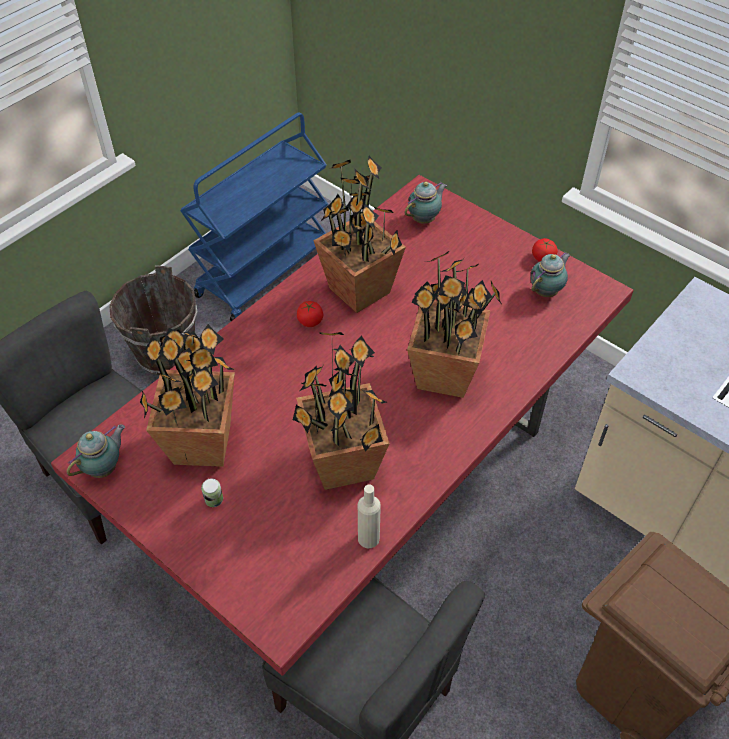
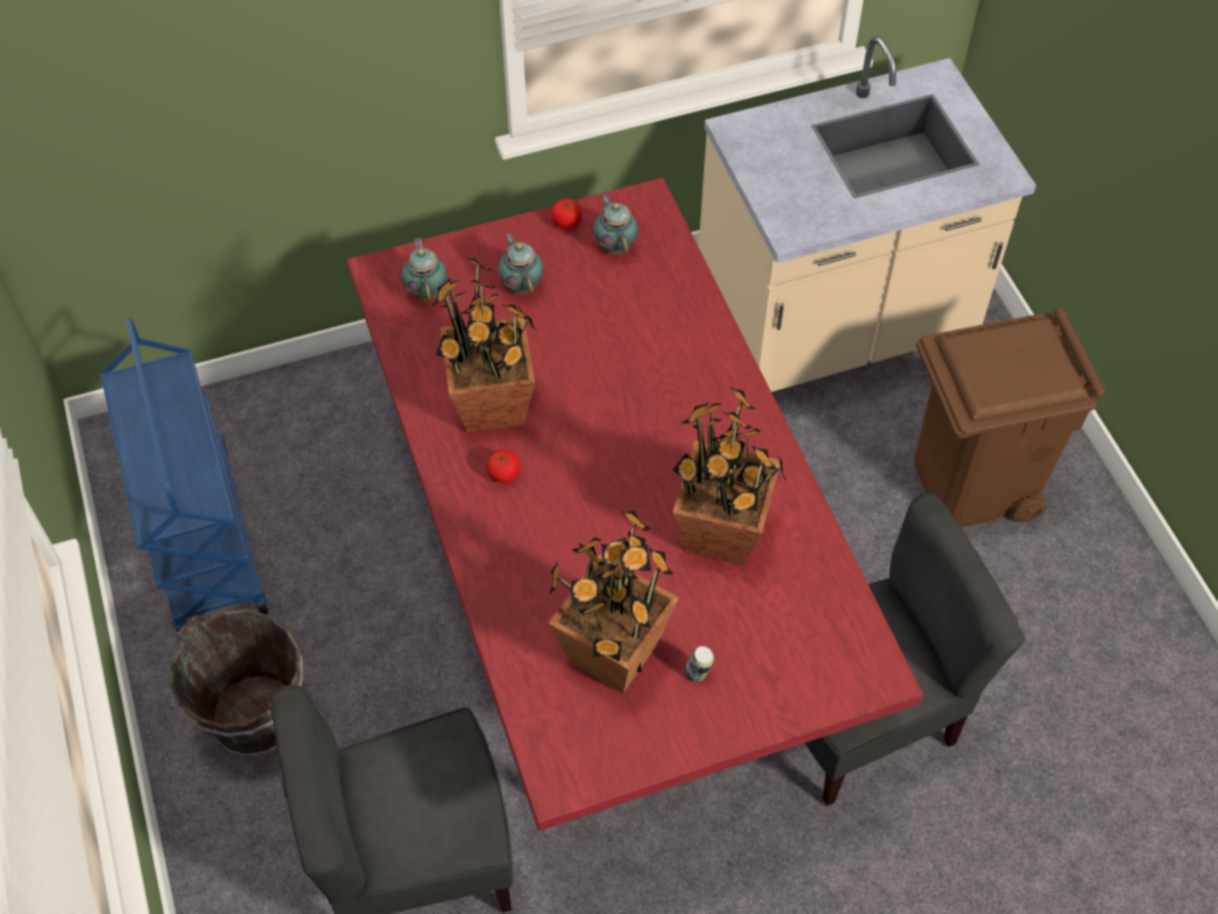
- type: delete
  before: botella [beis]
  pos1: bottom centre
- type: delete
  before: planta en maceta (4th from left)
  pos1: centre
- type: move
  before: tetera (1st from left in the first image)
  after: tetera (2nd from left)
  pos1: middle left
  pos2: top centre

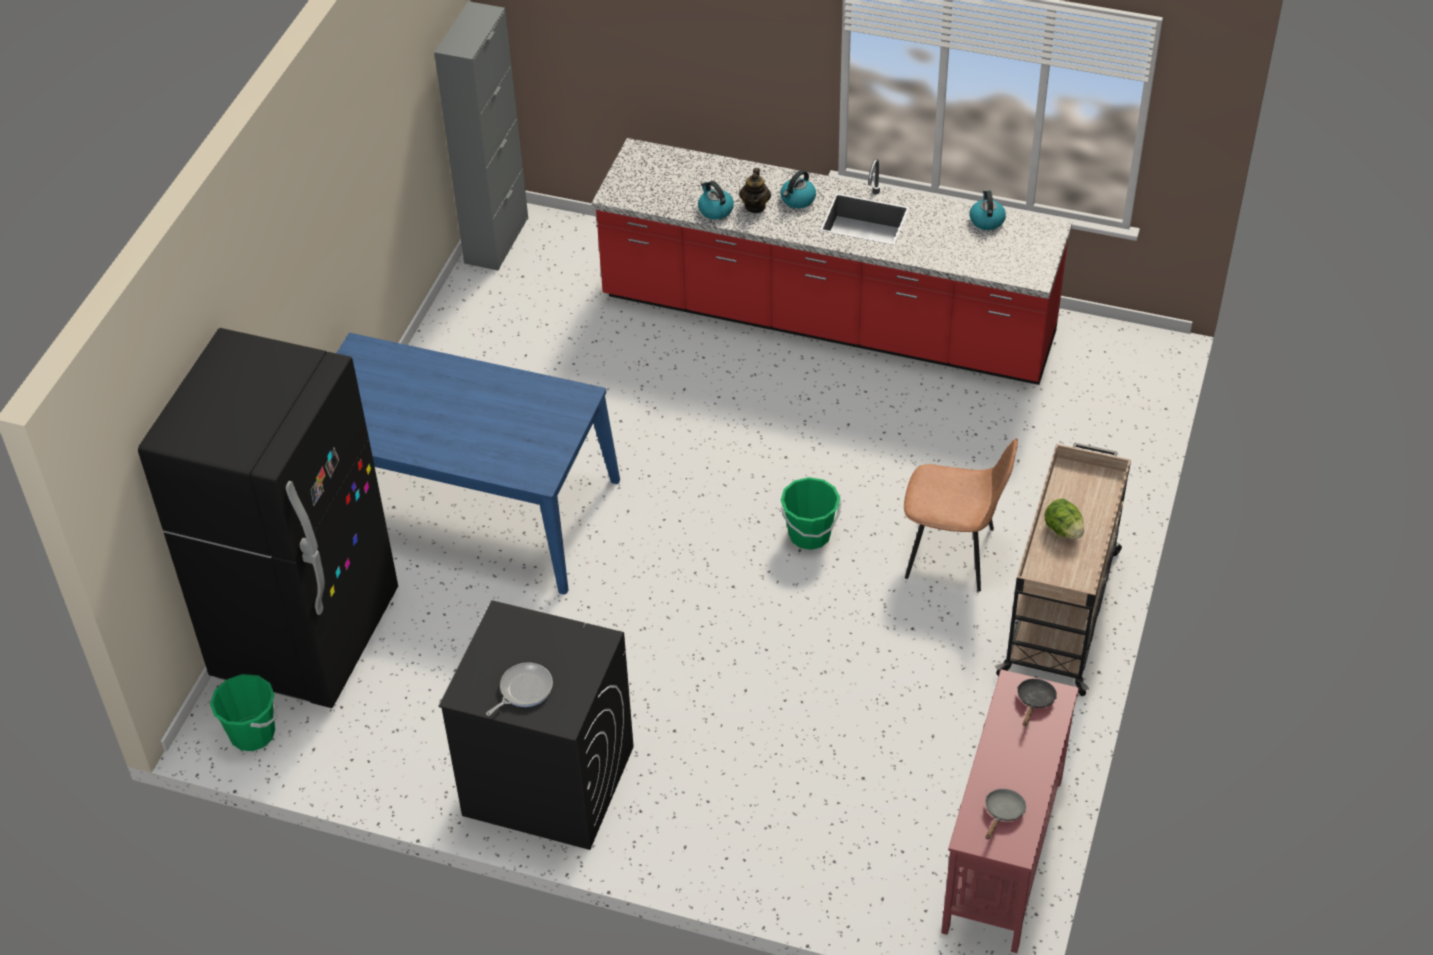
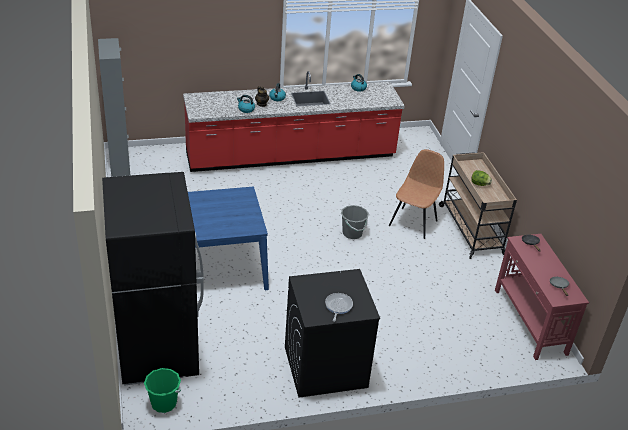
- type: recolor
  before: cubo [verde] (2nd from left)
  after: cubo [gris]
  pos1: centre
  pos2: centre
- type: rotate
  before: silla [marrón]
  pos1: middle right
  pos2: centre
  turn: -45

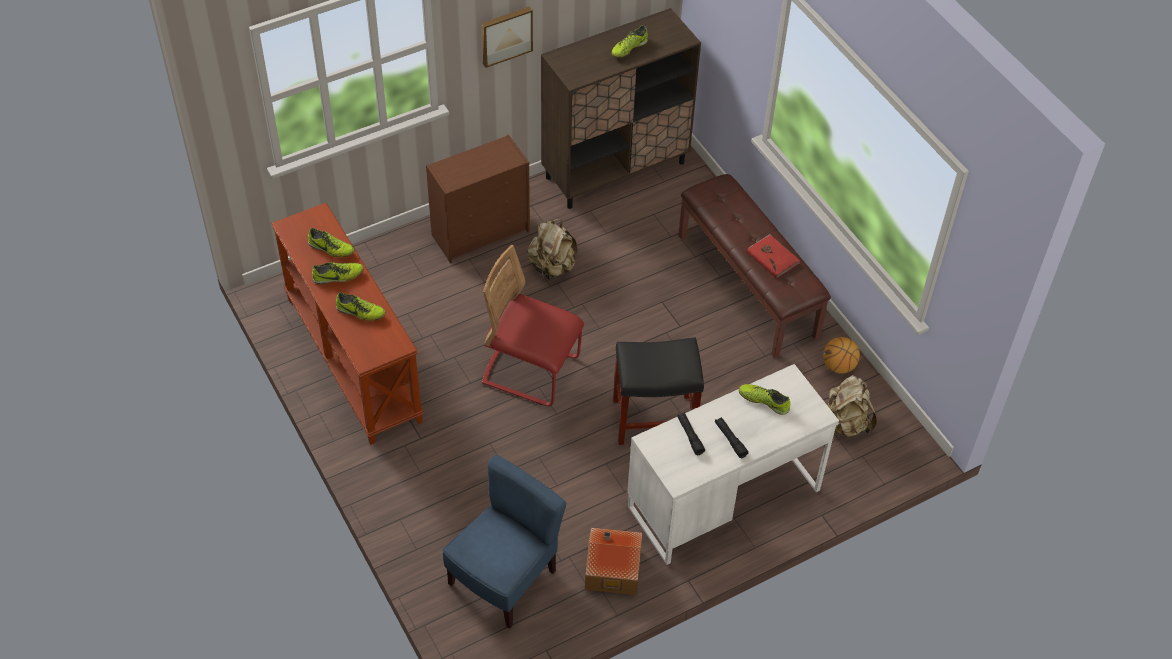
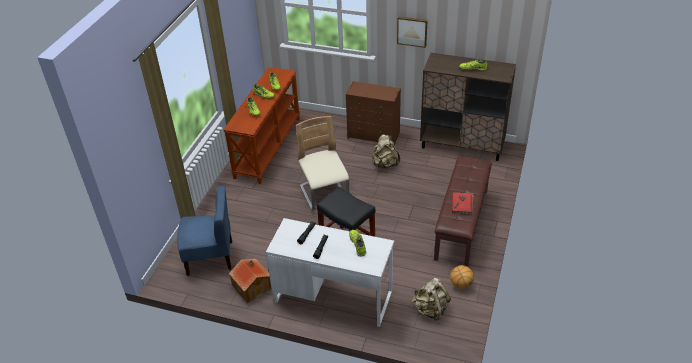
- type: recolor
  before: silla [rojo]
  after: silla [beis]
  pos1: centre
  pos2: centre

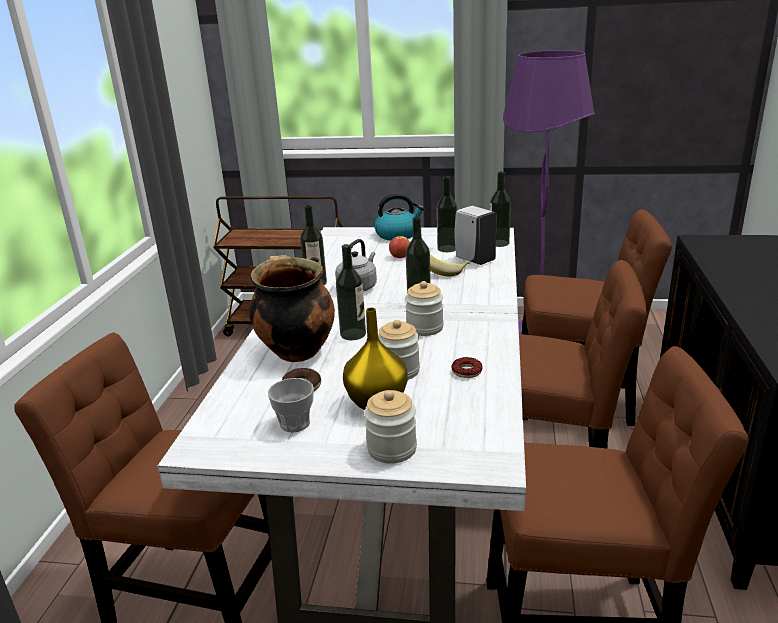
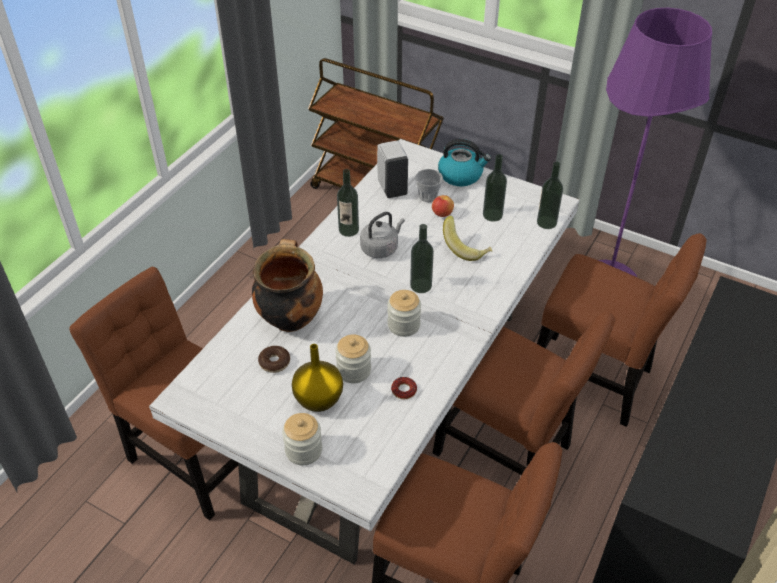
- type: delete
  before: botella (2nd from left)
  pos1: centre
- type: move
  before: taza
  pos1: centre
  pos2: top centre
- type: move
  before: dispensador de jabón [blanco]
  pos1: centre
  pos2: top centre

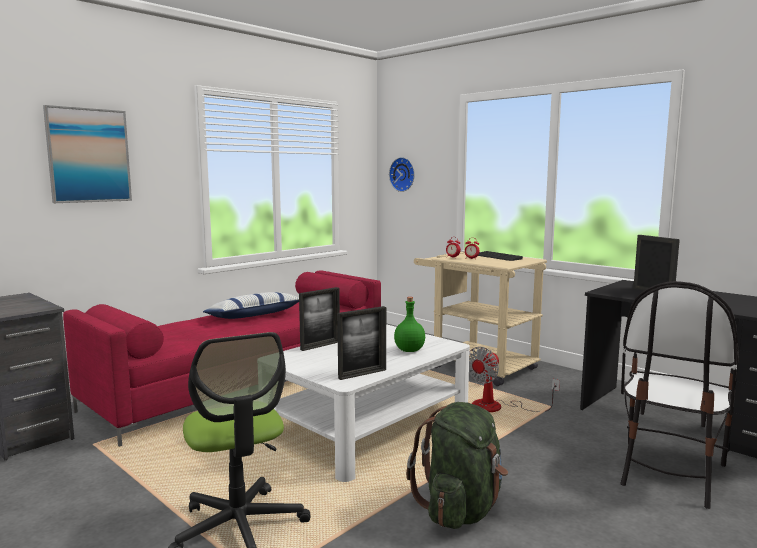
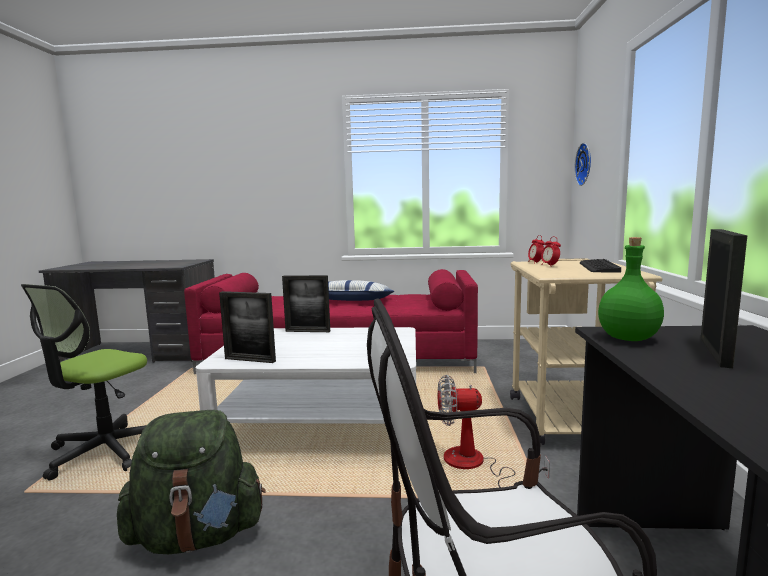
- type: delete
  before: cuadro
  pos1: top left
- type: move
  before: botella [verde]
  pos1: centre
  pos2: middle right

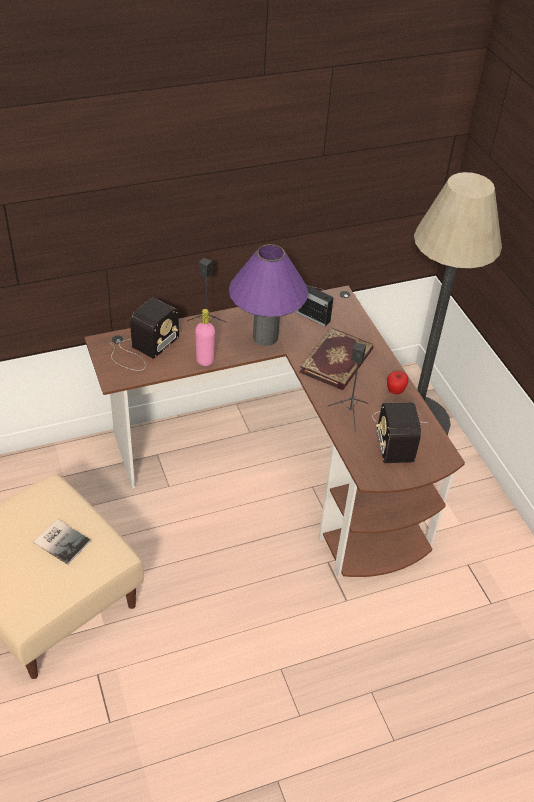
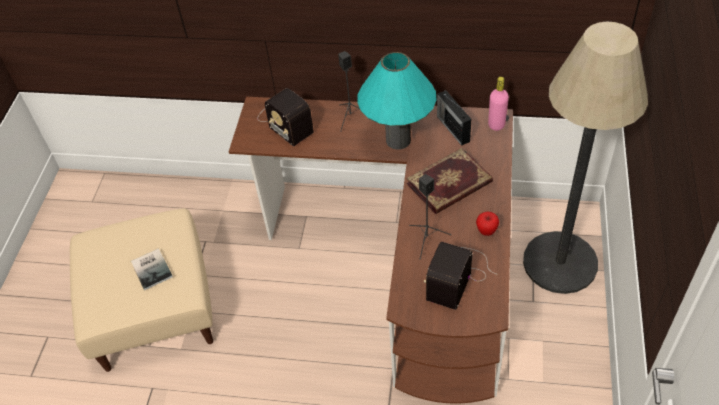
- type: move
  before: botella [rosa]
  pos1: centre
  pos2: top right
- type: recolor
  before: lámpara de mesa [morado]
  after: lámpara de mesa [turquesa]
  pos1: centre
  pos2: top centre
- type: rotate
  before: radio (1st from left)
  pos1: middle left
  pos2: top centre
  turn: 75

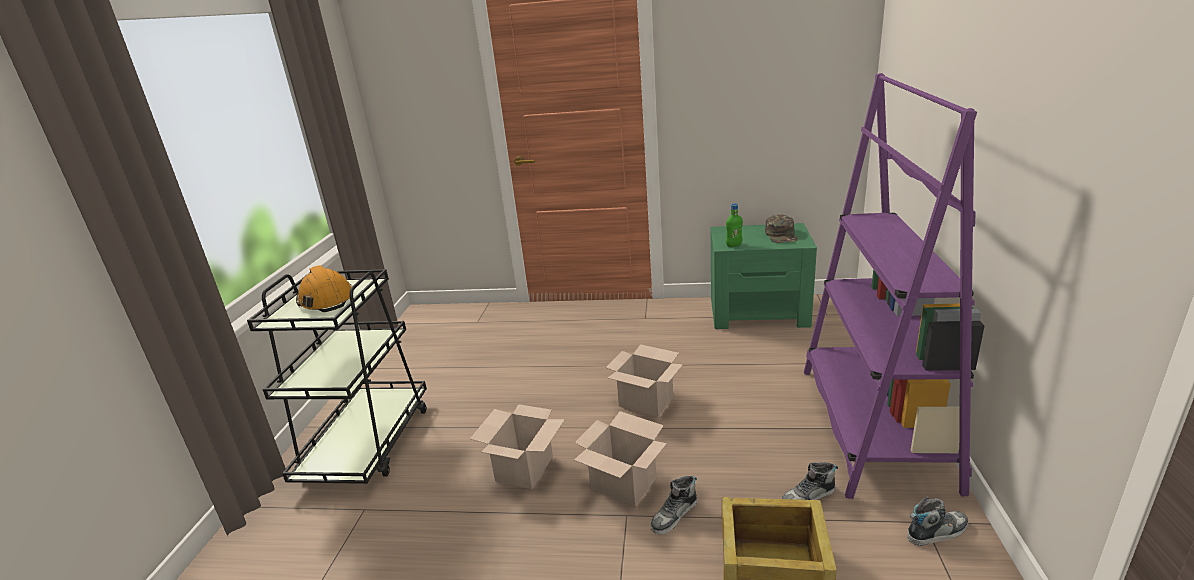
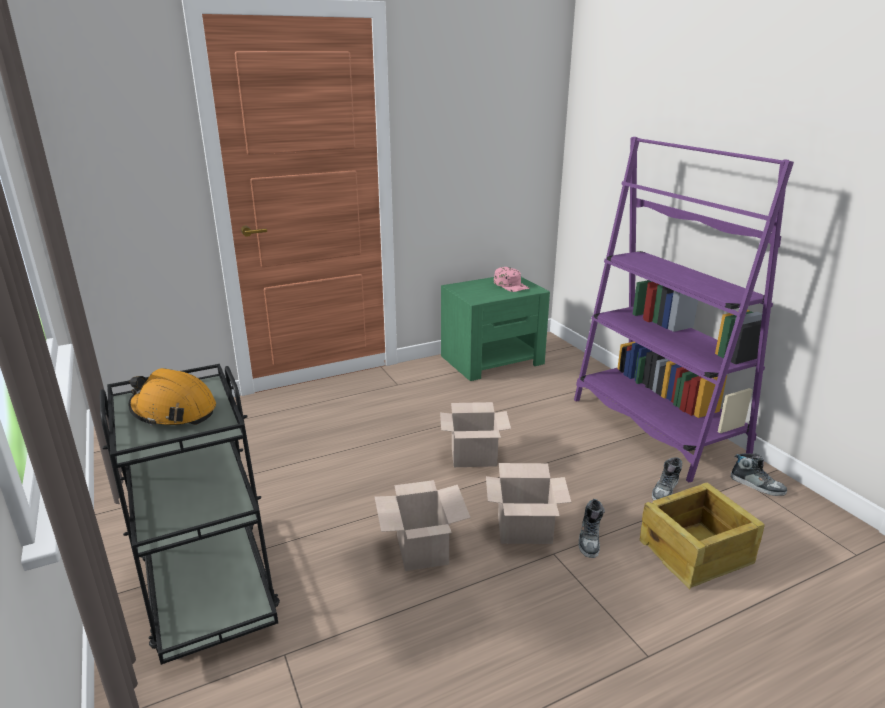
- type: delete
  before: botella [verde]
  pos1: centre
- type: recolor
  before: gorra [verde]
  after: gorra [rosa]
  pos1: centre
  pos2: centre
- type: rotate
  before: zapato (3rd from left)
  pos1: bottom right
  pos2: bottom right
  turn: 90

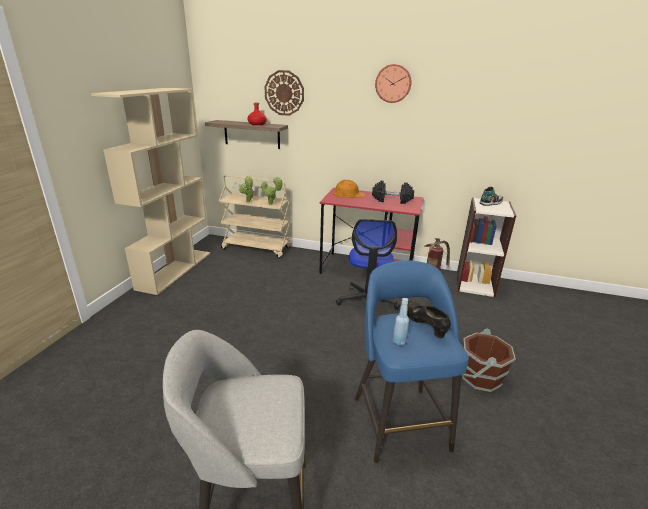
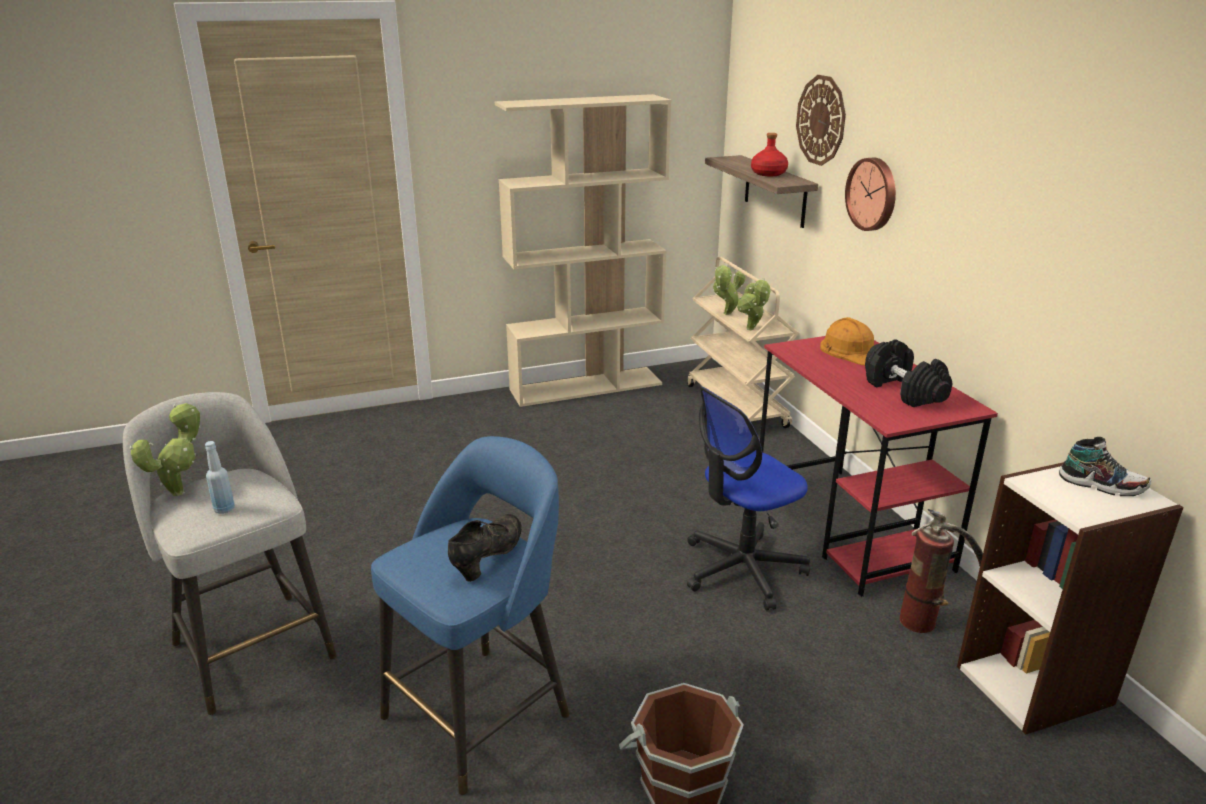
- type: insert
  after: planta en maceta (1st from left)
  pos2: middle left
- type: move
  before: reloj de pared (2nd from left)
  pos1: top centre
  pos2: top right
- type: move
  before: botella [azul]
  pos1: centre
  pos2: middle left

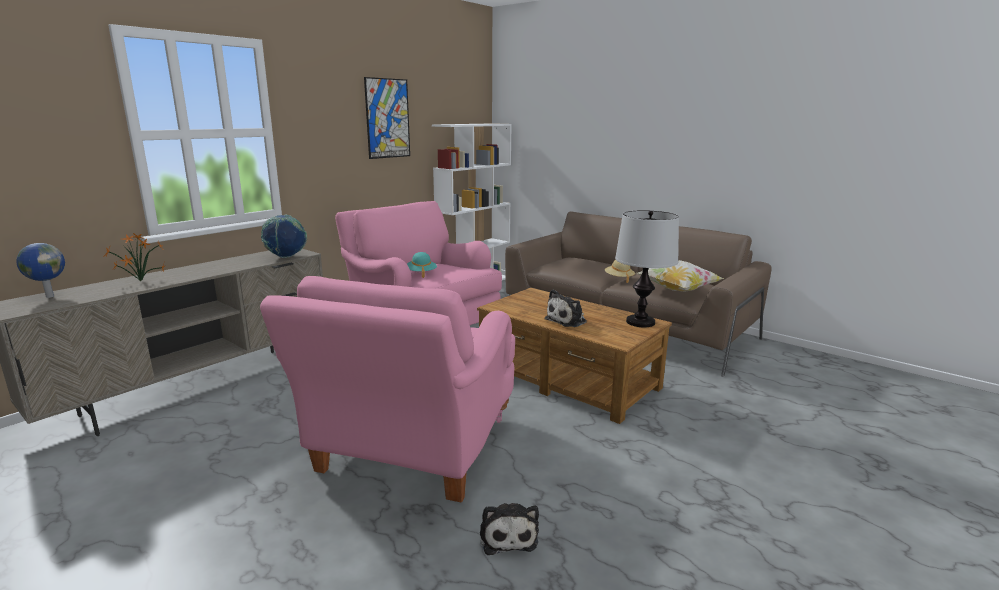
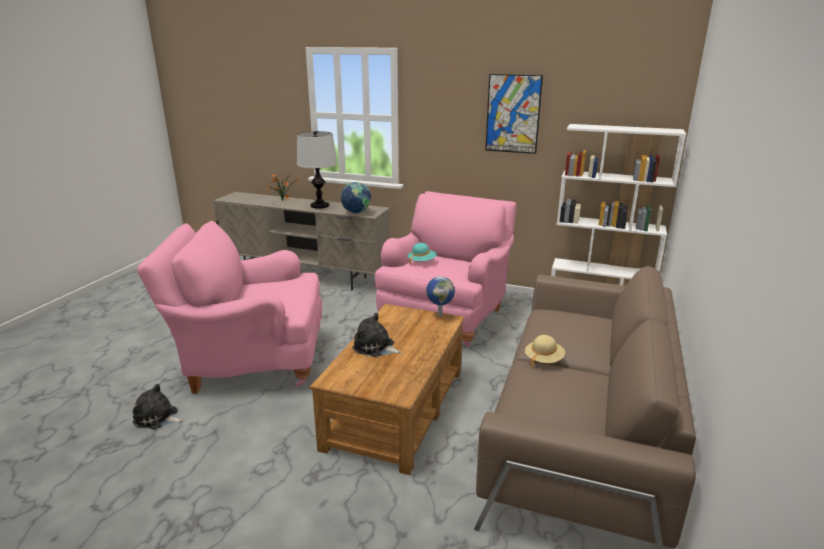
- type: delete
  before: cojín
  pos1: middle right
- type: move
  before: globo terráqueo (1st from left in the first image)
  after: globo terráqueo (2nd from left)
  pos1: middle left
  pos2: centre
- type: move
  before: lámpara de mesa
  pos1: centre
  pos2: top centre
- type: rotate
  before: peluche (1st from left)
  pos1: bottom centre
  pos2: bottom left
  turn: 45

